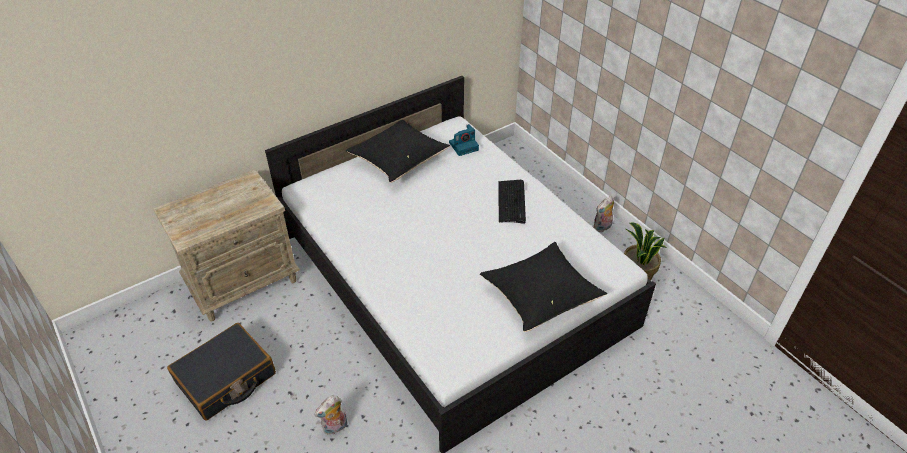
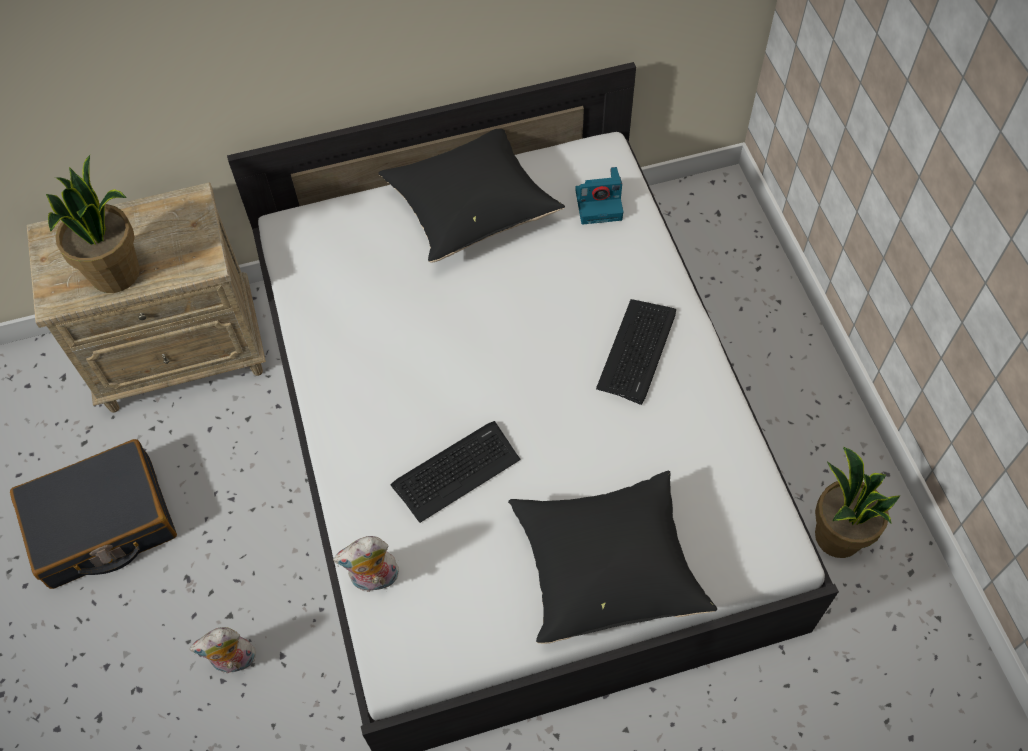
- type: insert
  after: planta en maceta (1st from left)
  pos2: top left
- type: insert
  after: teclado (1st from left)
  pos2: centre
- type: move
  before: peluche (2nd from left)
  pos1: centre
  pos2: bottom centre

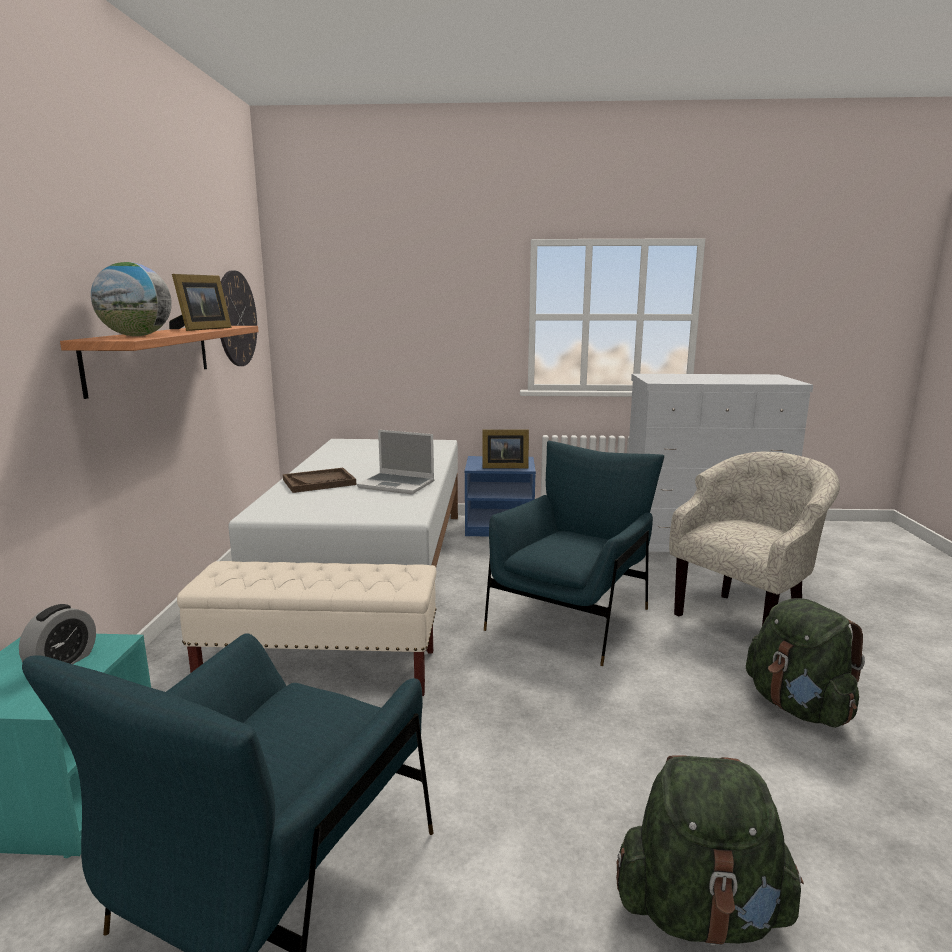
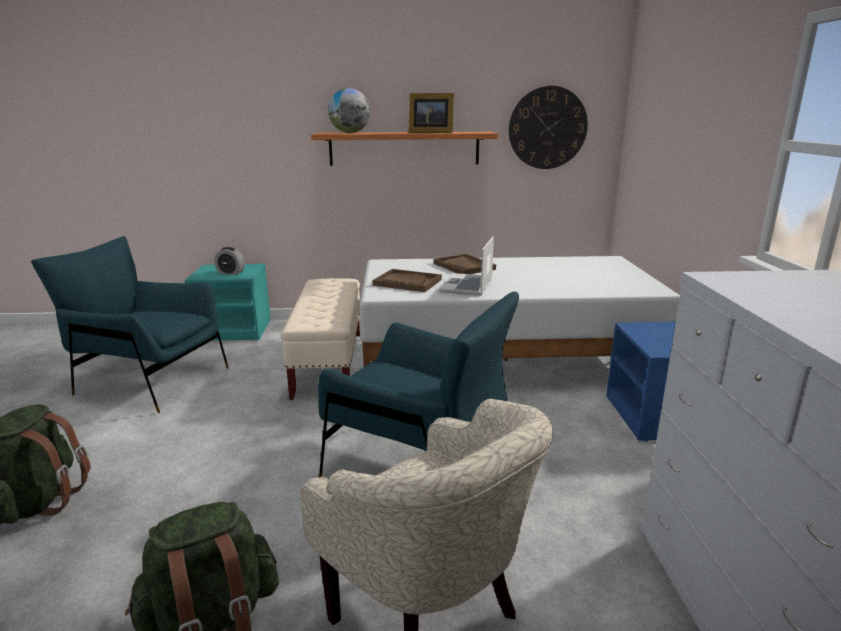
- type: delete
  before: portarretratos (2nd from left)
  pos1: centre
- type: insert
  after: bandeja [marrón] (1st from left)
  pos2: centre

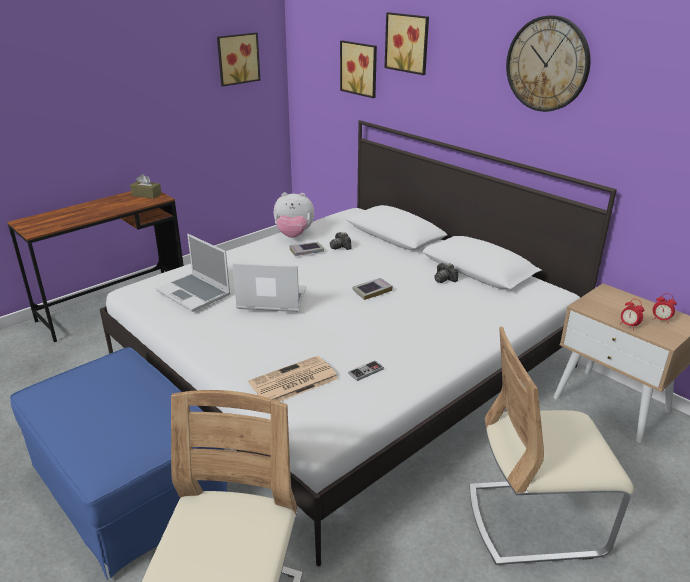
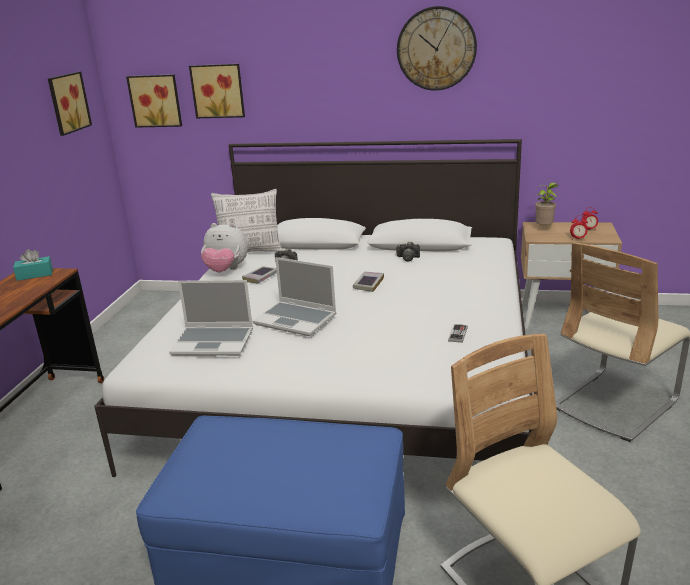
- type: delete
  before: periódico
  pos1: centre
- type: insert
  after: cojín
  pos2: centre
- type: insert
  after: planta en maceta
  pos2: middle right
- type: move
  before: cuadro (3rd from left in the first image)
  after: cuadro (2nd from left)
  pos1: top centre
  pos2: top left
- type: recolor
  before: caja de pañuelos [marrón]
  after: caja de pañuelos [turquesa]
  pos1: top left
  pos2: middle left
- type: rotate
  before: portátil (2nd from left)
  pos1: centre
  pos2: centre
  turn: -120
- type: rotate
  before: peluche
  pos1: centre
  pos2: middle left
  turn: 45

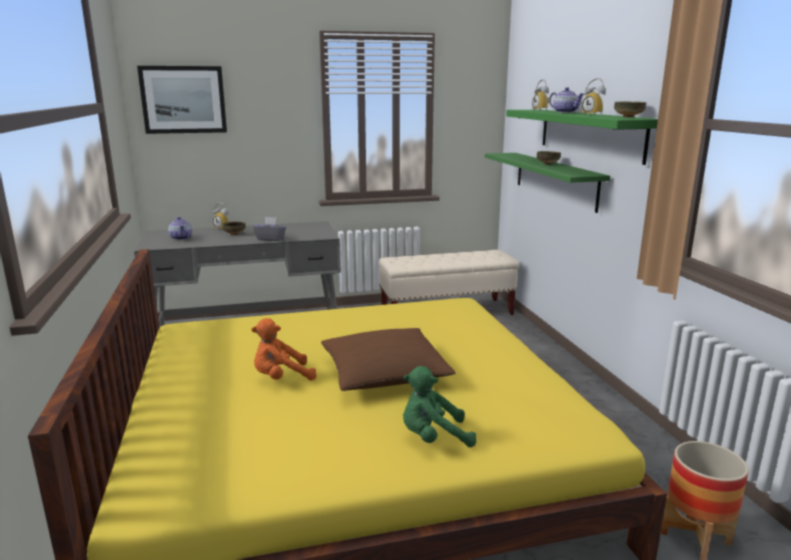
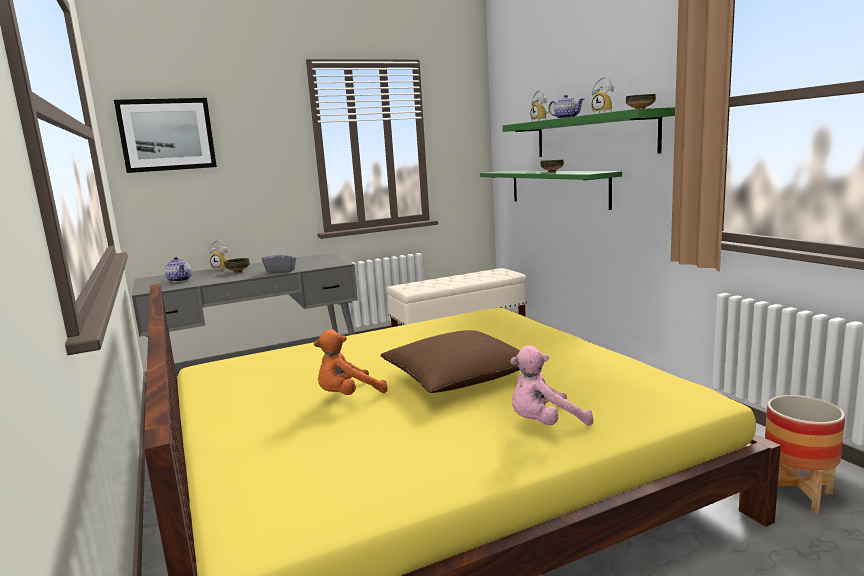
- type: recolor
  before: peluche [verde]
  after: peluche [rosa]
  pos1: bottom centre
  pos2: bottom centre

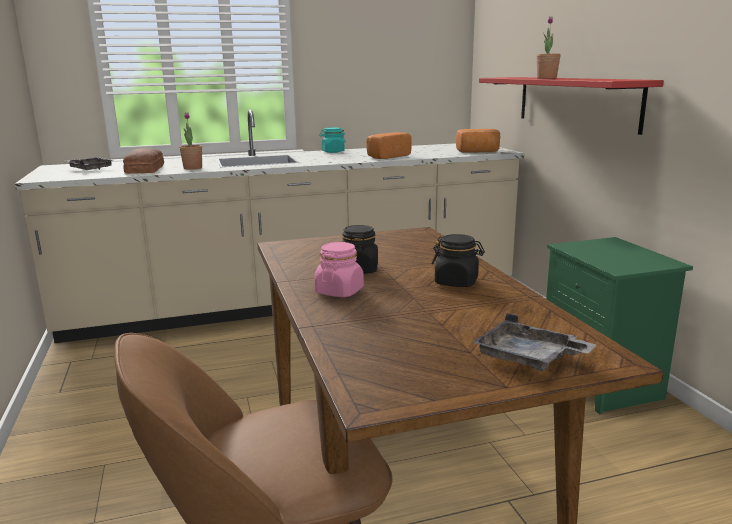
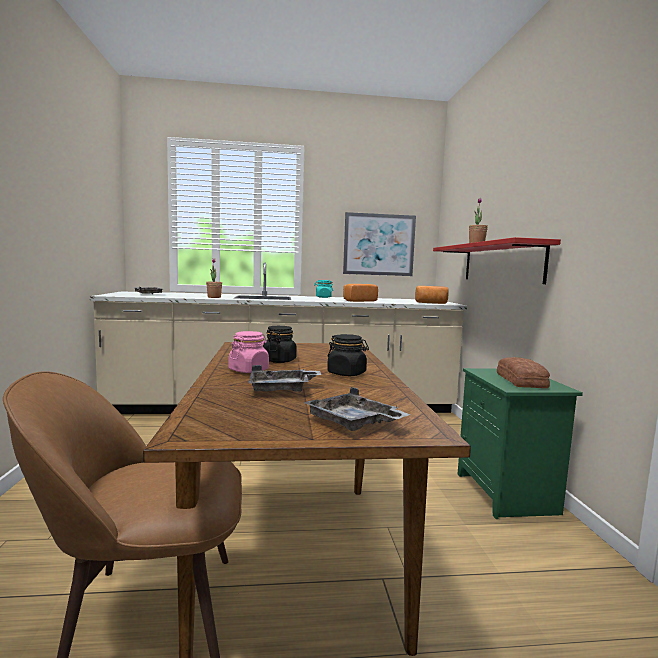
- type: insert
  after: bandeja [gris] (2nd from left)
  pos2: centre
- type: insert
  after: cuadro
  pos2: centre
- type: move
  before: pan (1st from left in the first image)
  after: pan (3rd from left)
  pos1: top left
  pos2: middle right

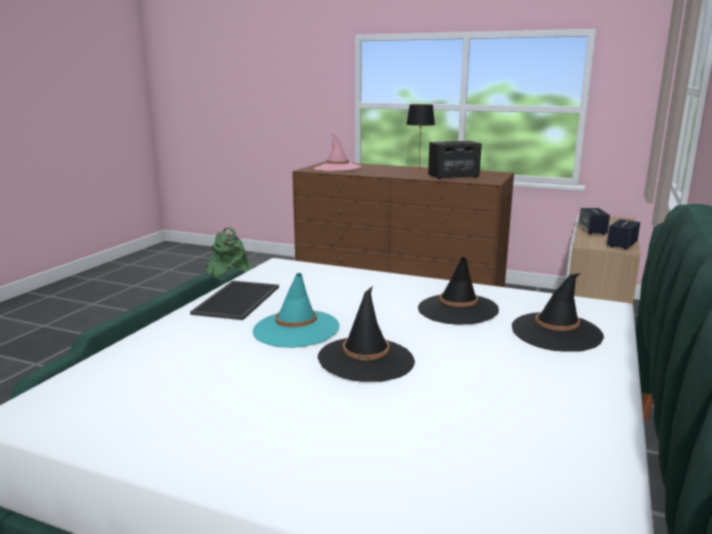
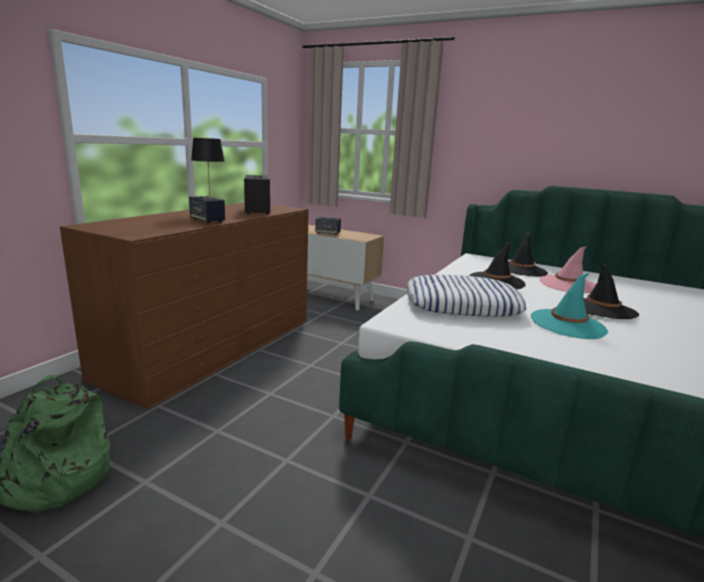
- type: delete
  before: bandeja
  pos1: middle left
- type: insert
  after: cojín
  pos2: centre
- type: move
  before: sombrero [rosa]
  pos1: top centre
  pos2: middle right
- type: move
  before: altavoz (3rd from left in the first image)
  after: altavoz (1st from left)
  pos1: middle right
  pos2: middle left

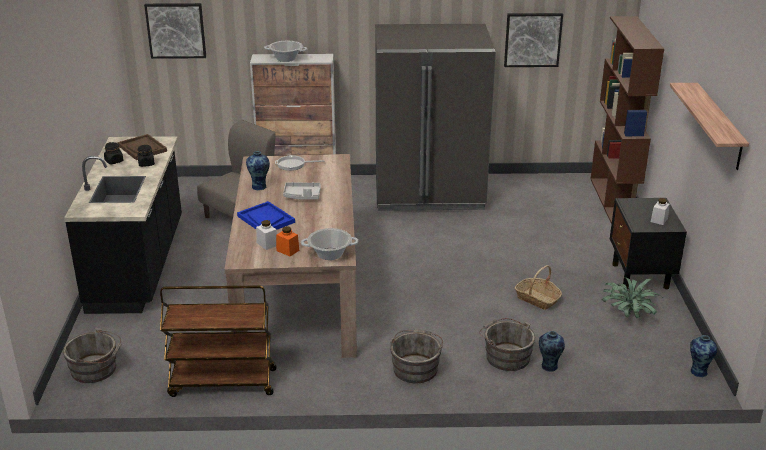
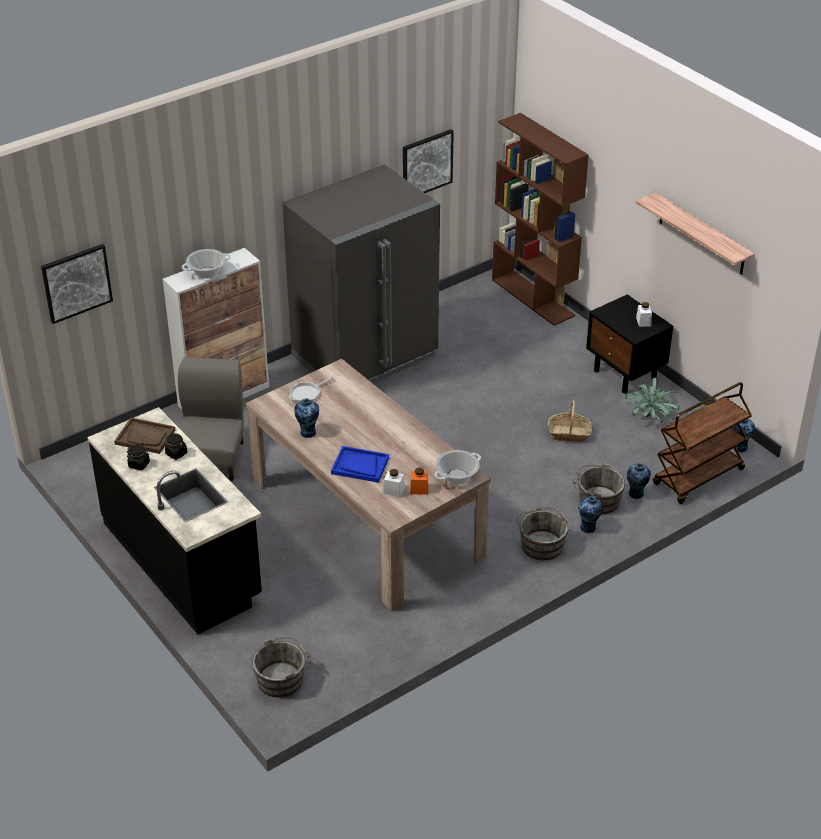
- type: delete
  before: bandeja [gris]
  pos1: centre
- type: insert
  after: florero (2nd from left)
  pos2: middle right
- type: move
  before: carrito [marrón]
  pos1: bottom left
  pos2: middle right

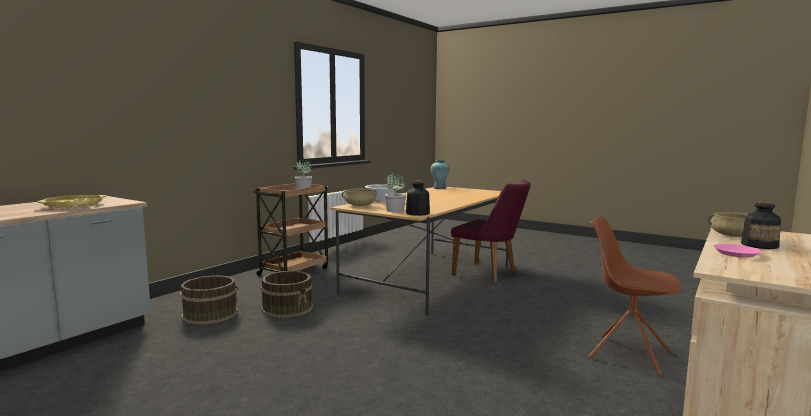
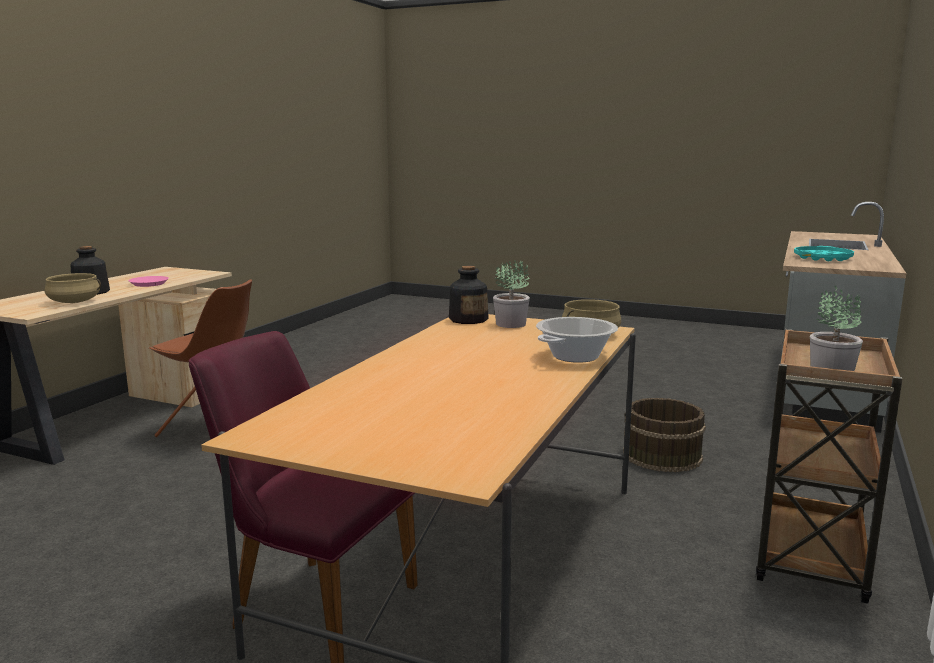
- type: delete
  before: cubo [marrón] (1st from left)
  pos1: bottom left
- type: delete
  before: florero [turquesa]
  pos1: centre
- type: recolor
  before: bandeja [amarillo]
  after: bandeja [turquesa]
  pos1: middle left
  pos2: middle right

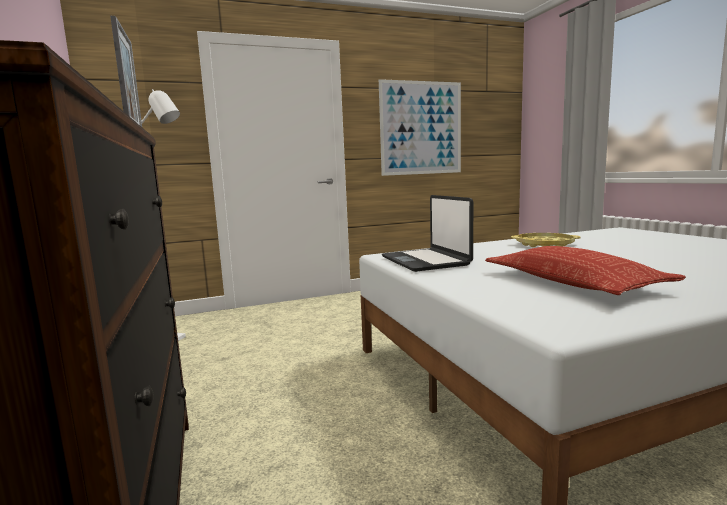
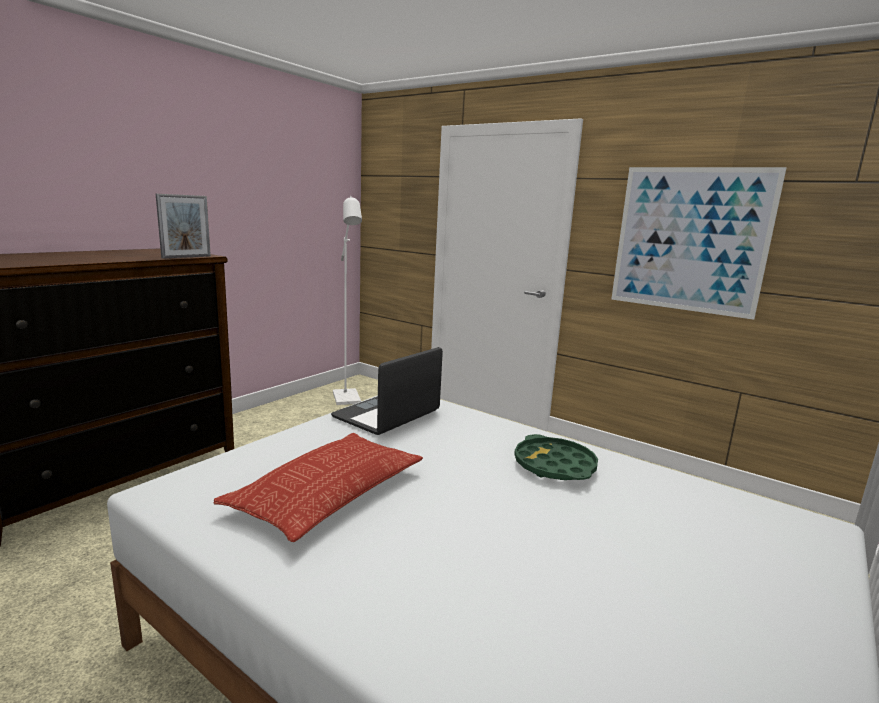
- type: recolor
  before: bandeja [amarillo]
  after: bandeja [verde]
  pos1: middle right
  pos2: centre

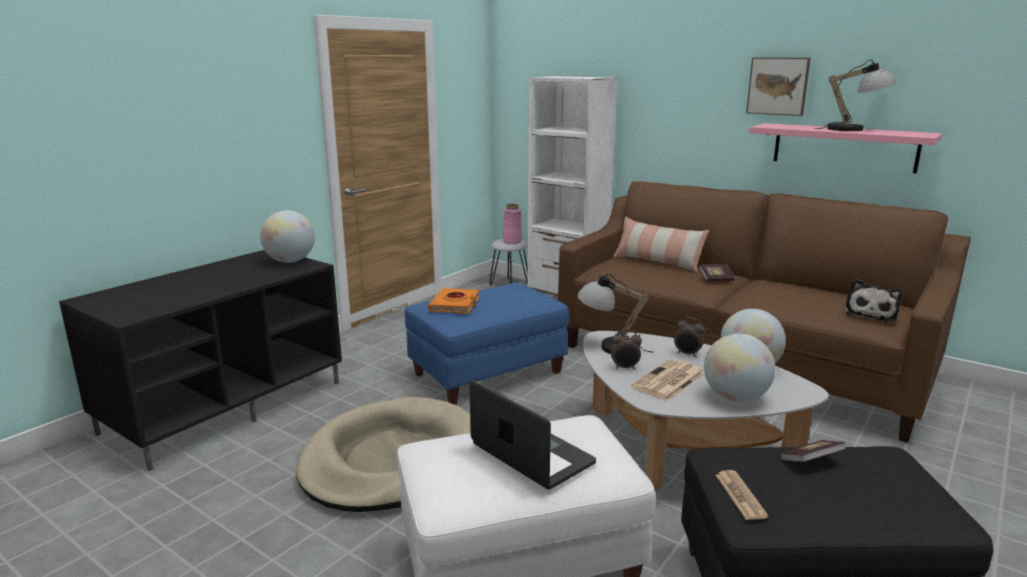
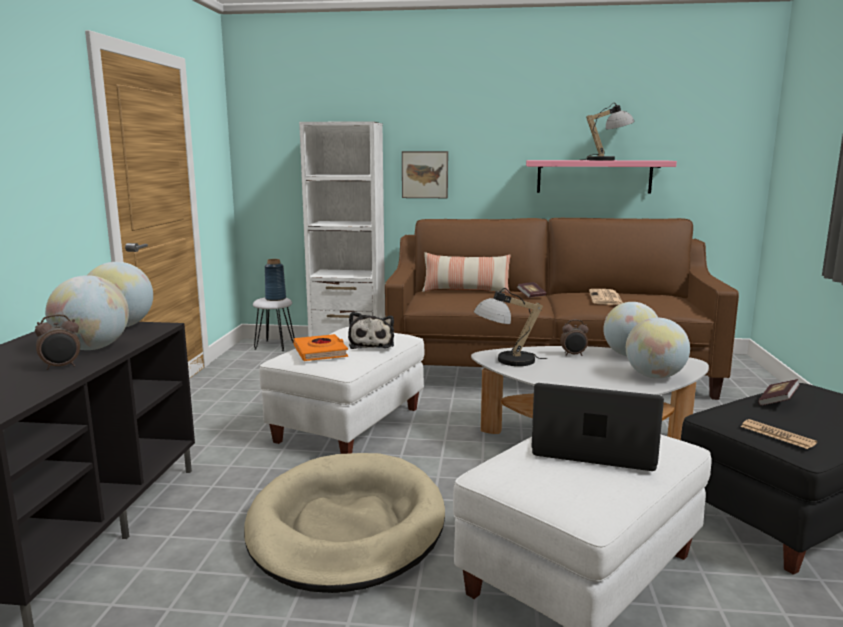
- type: insert
  after: globo terráqueo (1st from left)
  pos2: middle left
- type: move
  before: despertador (1st from left)
  pos1: centre
  pos2: middle left
- type: move
  before: periódico (1st from left)
  pos1: centre
  pos2: middle right
- type: move
  before: cuadro
  pos1: top right
  pos2: top centre
- type: move
  before: peluche
  pos1: middle right
  pos2: centre
- type: recolor
  before: puf [azul]
  after: puf [blanco] (1st from left)
  pos1: centre
  pos2: centre
- type: recolor
  before: florero [rosa]
  after: florero [azul]
  pos1: centre
  pos2: middle left

